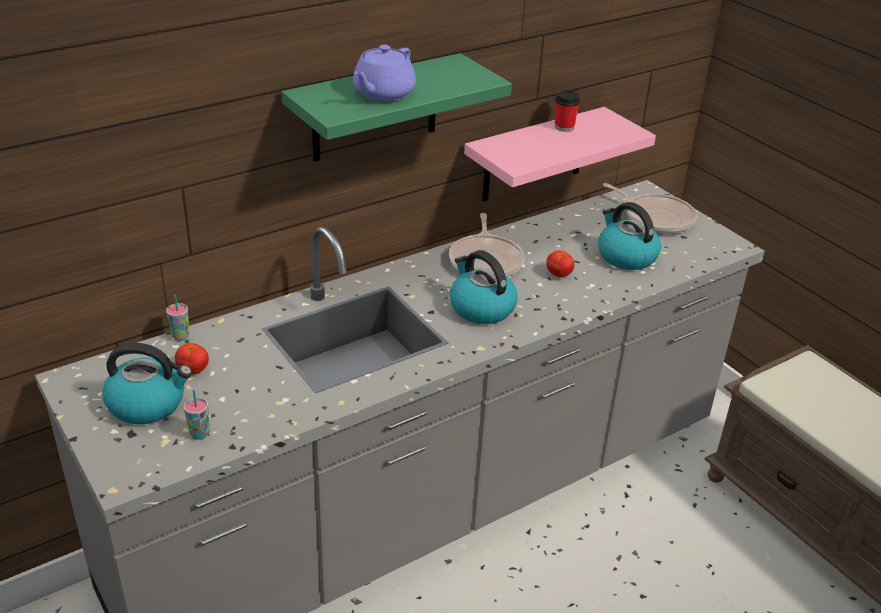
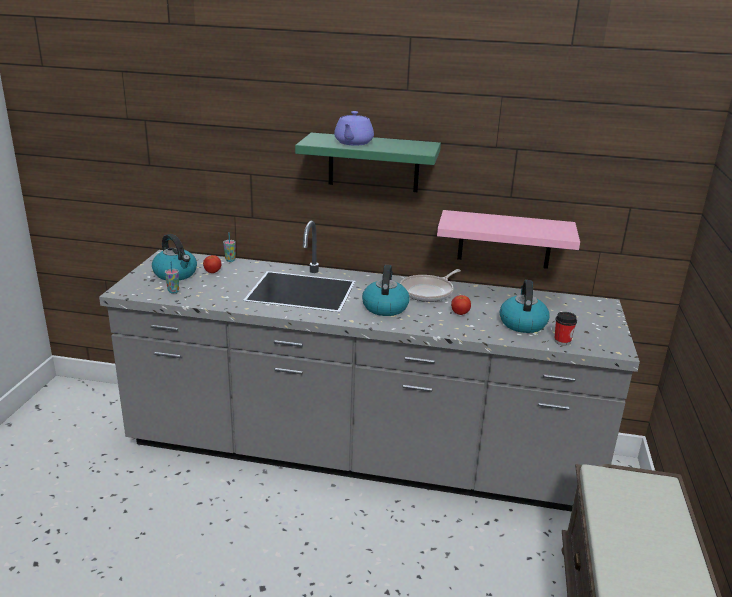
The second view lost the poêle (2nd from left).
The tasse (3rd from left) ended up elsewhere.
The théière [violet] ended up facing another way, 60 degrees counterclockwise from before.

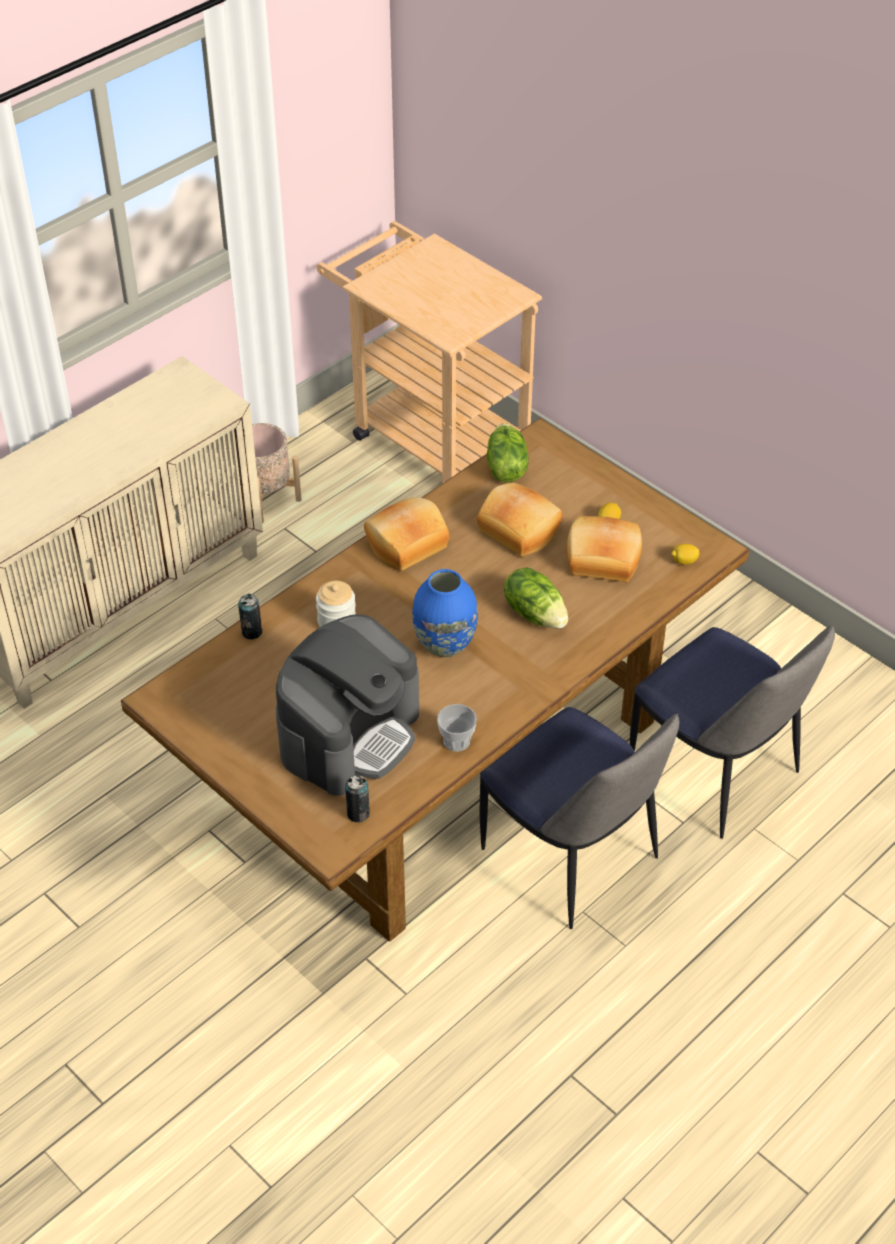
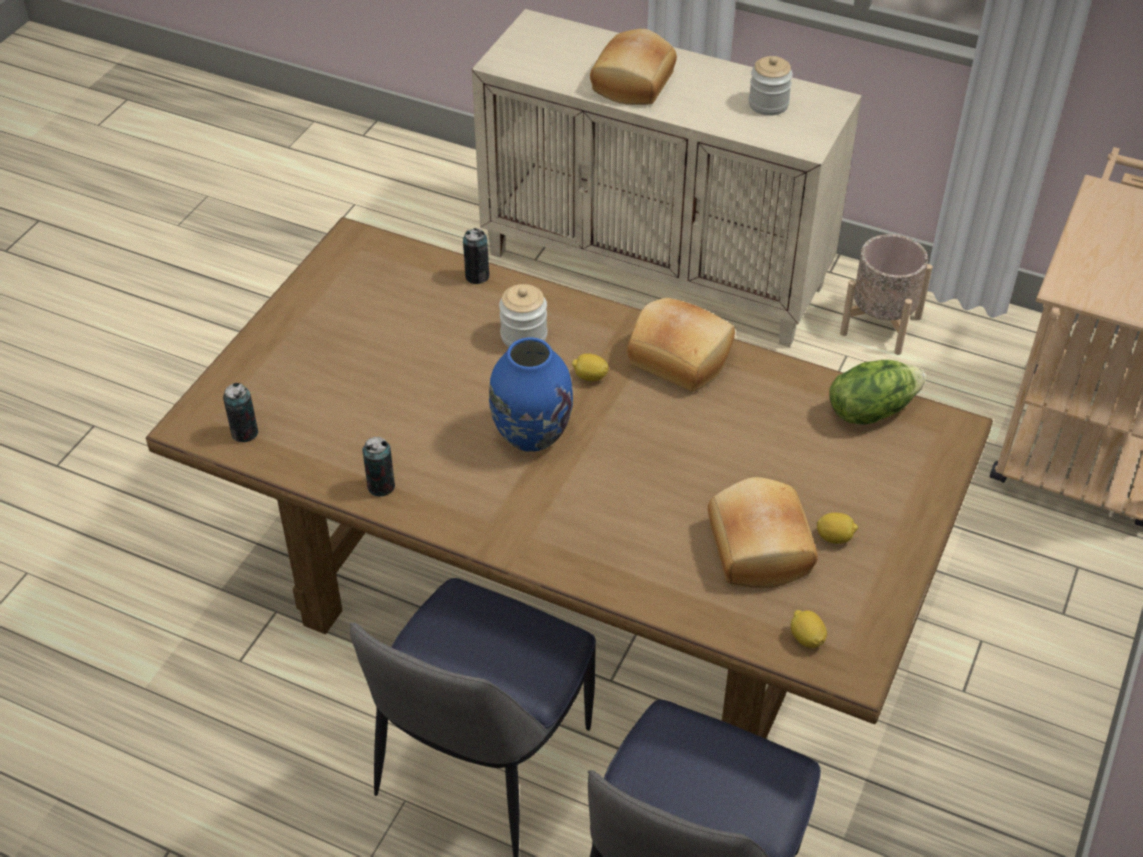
The second view lost the machine à café.
The second view lost the laitue (2nd from left).
The second view gained the citron (1st from left).
The second view gained the bocal (2nd from left).
The pain (2nd from left in the first image) ended up elsewhere.
Where the tasse stood, the boîte métallique (2nd from left) came to stand.

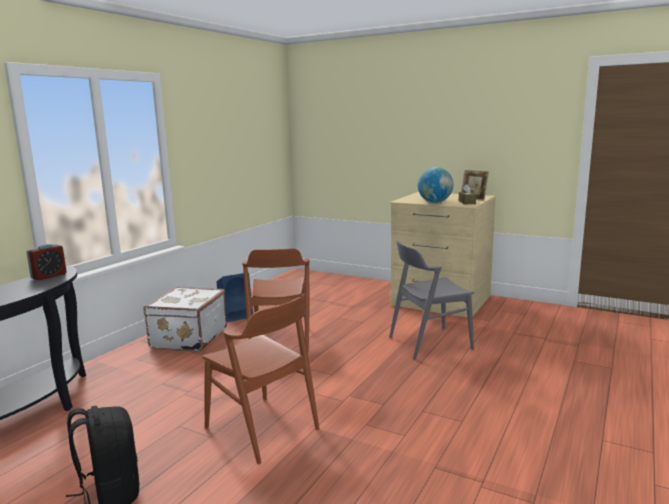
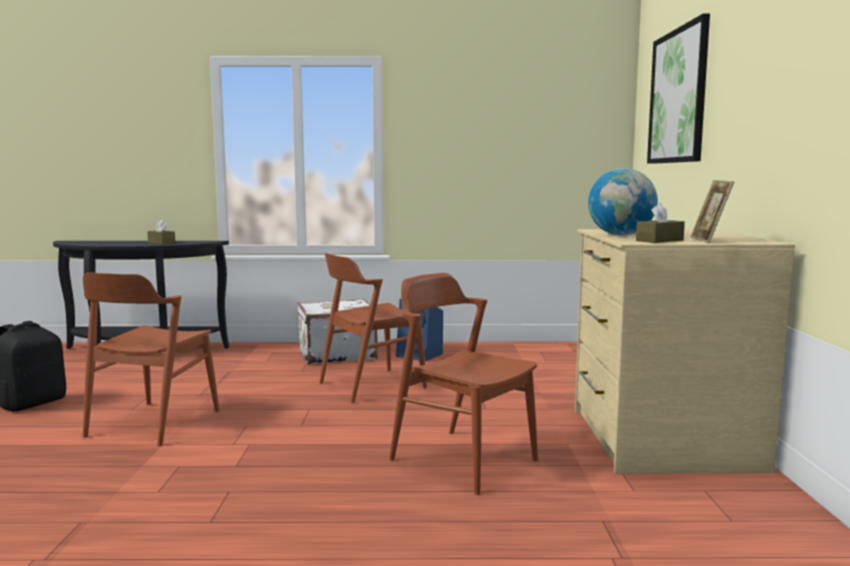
The second view lost the réveil.
The second view gained the boîte à mouchoirs [marron] (1st from left).
The second view gained the tableau.
What was the chaise [gris] turned into the chaise [marron] (3rd from left).

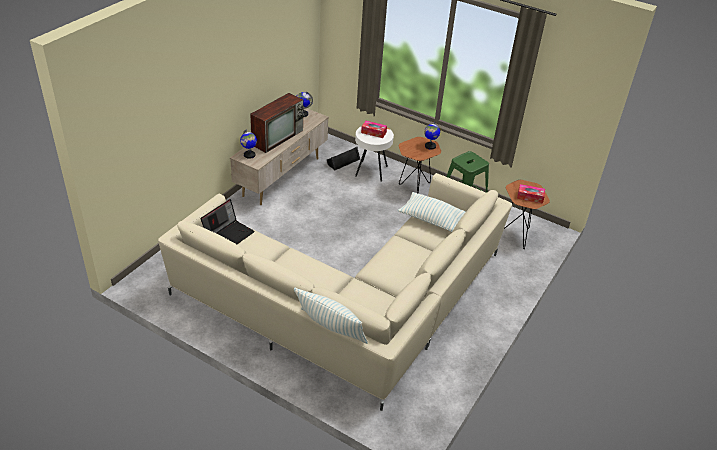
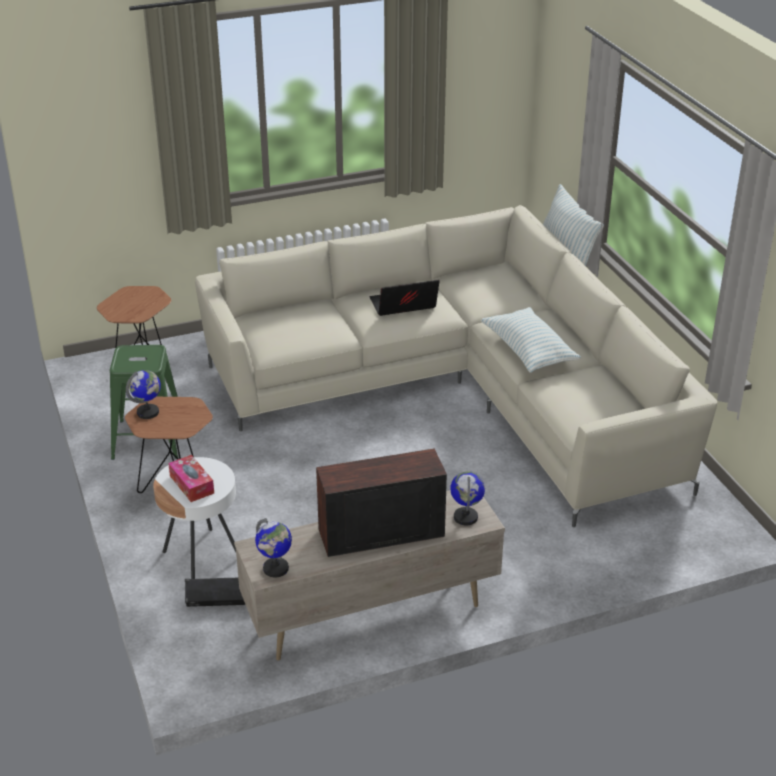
The second view lost the boîte à mouchoirs (2nd from left).
The ordinateur portable ended up elsewhere.
The coussin (2nd from left in the first image) ended up elsewhere.

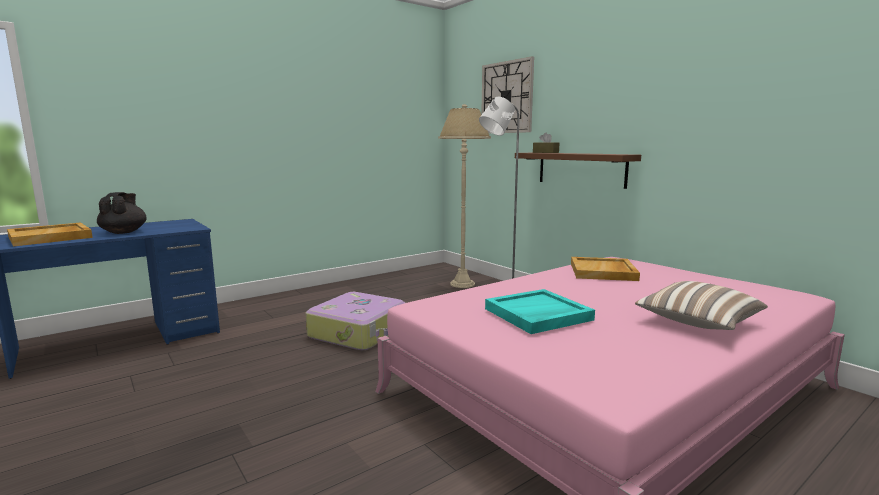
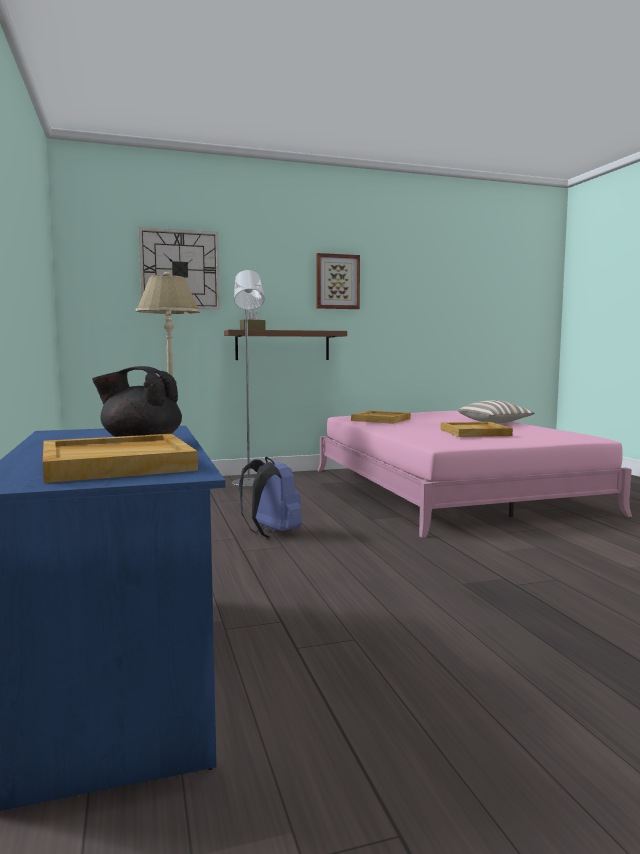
The second view gained the tableau.
Where the valise stood, the sac à dos [bleu] came to stand.
What was the plateau [turquoise] turned into the plateau [beige] (3rd from left).

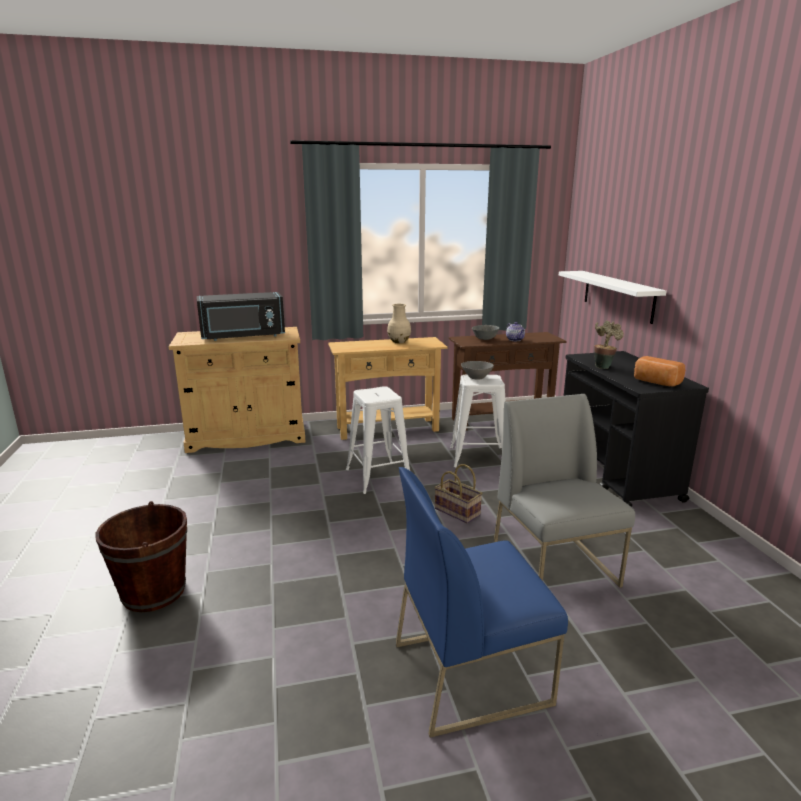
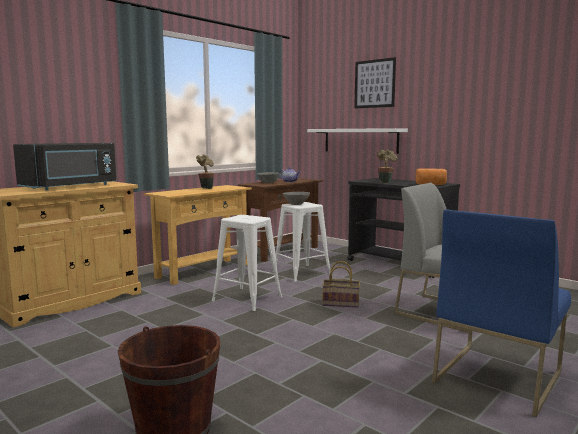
The second view gained the tableau.
Where the vase [beige] stood, the plante en pot (1st from left) came to stand.

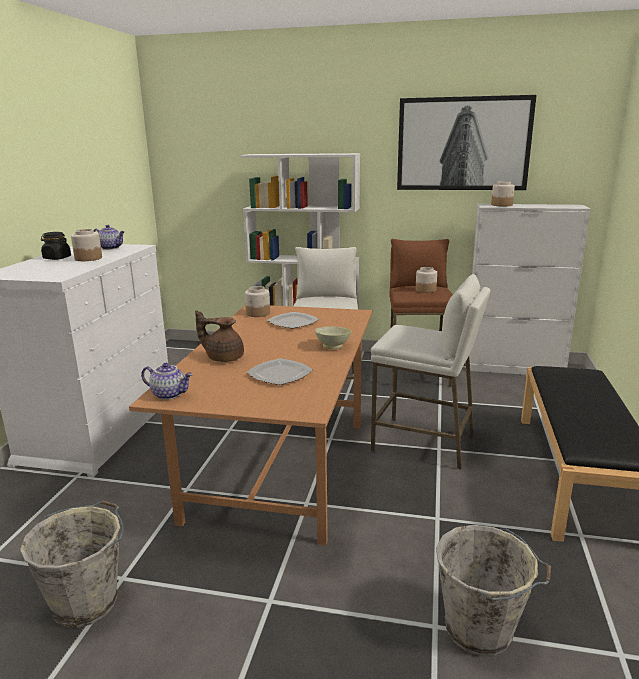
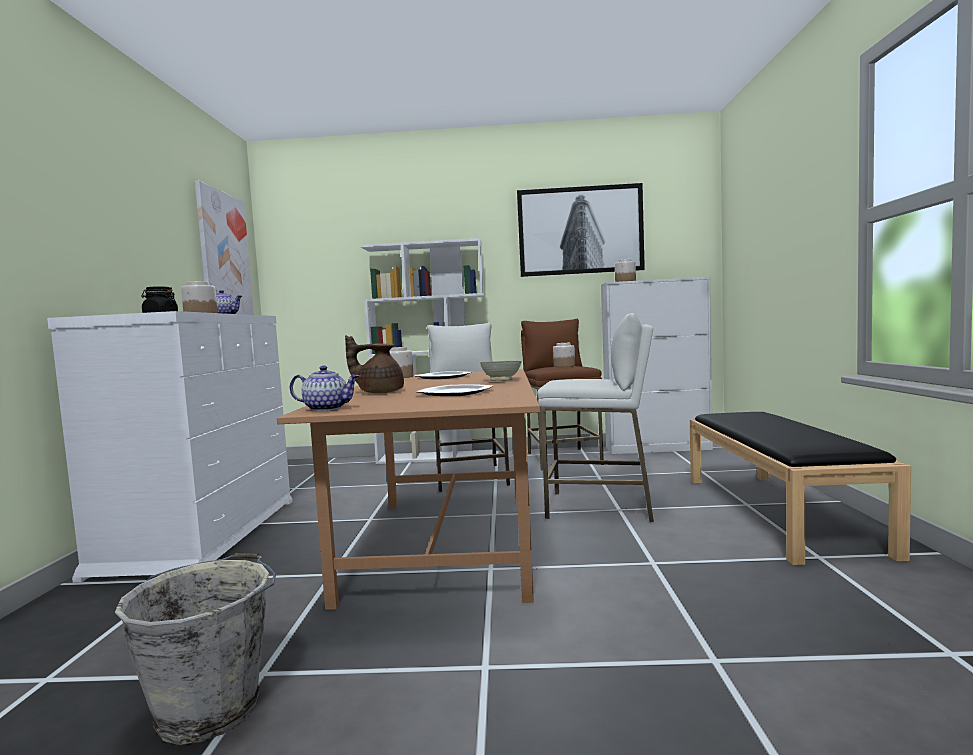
The second view lost the seau [gris] (2nd from left).
The second view gained the tableau (1st from left).

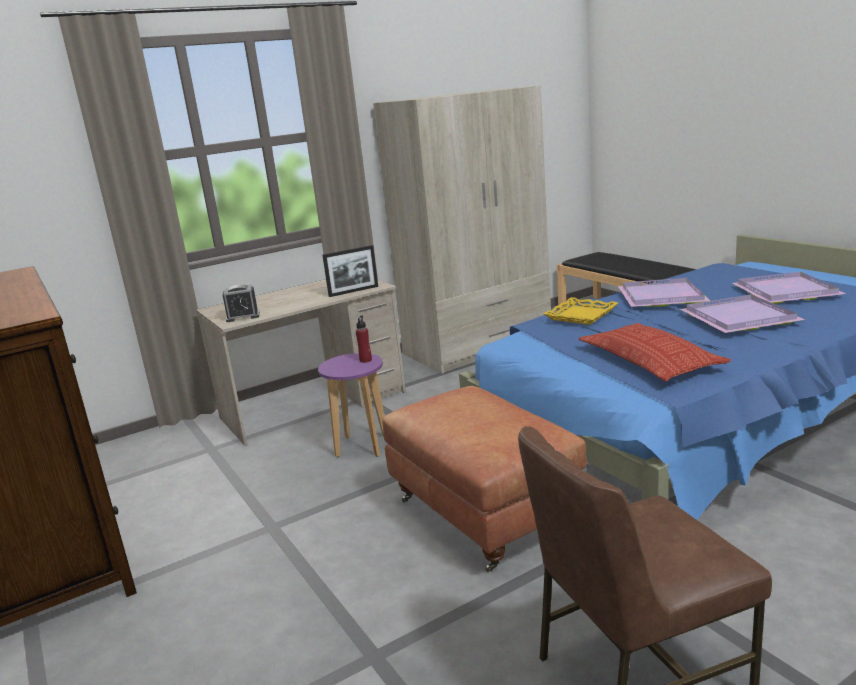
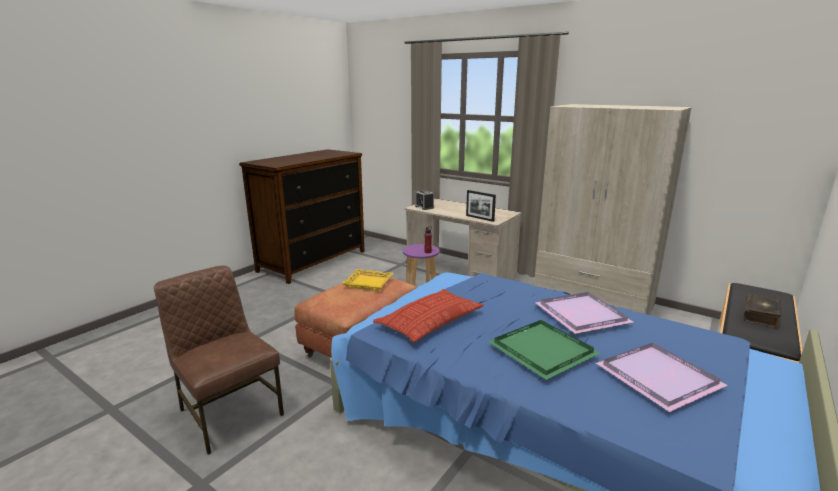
The second view gained the livre.
The plateau [jaune] ended up elsewhere.
What was the plateau [violet] (2nd from left) turned into the plateau [vert].

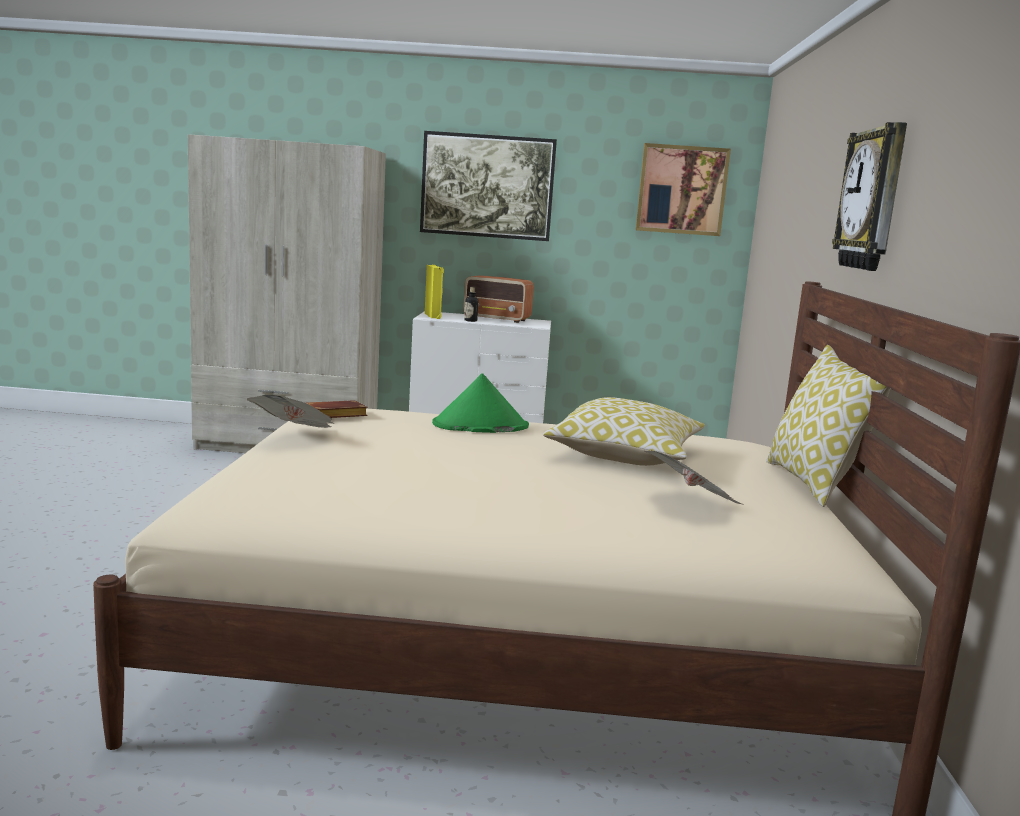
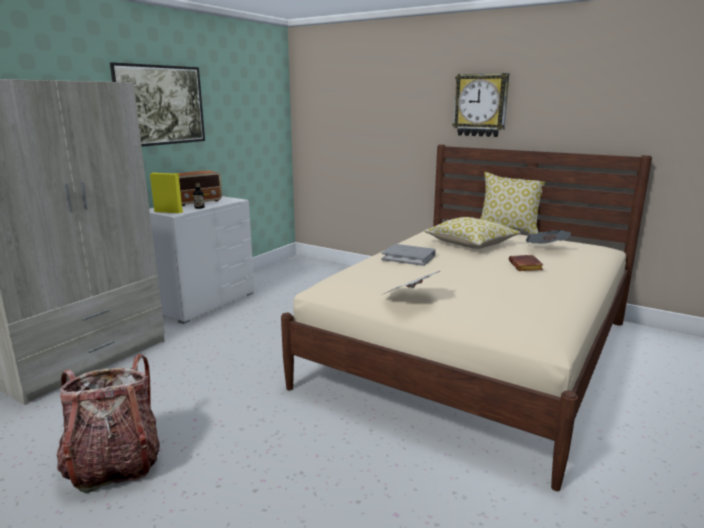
The second view lost the tableau (2nd from left).
The second view gained the sac à dos.
The livre [marron] ended up elsewhere.
Where the chapeau [vert] stood, the livre [gris] came to stand.

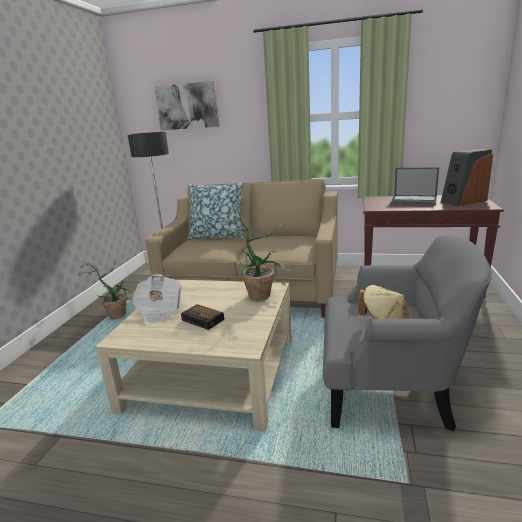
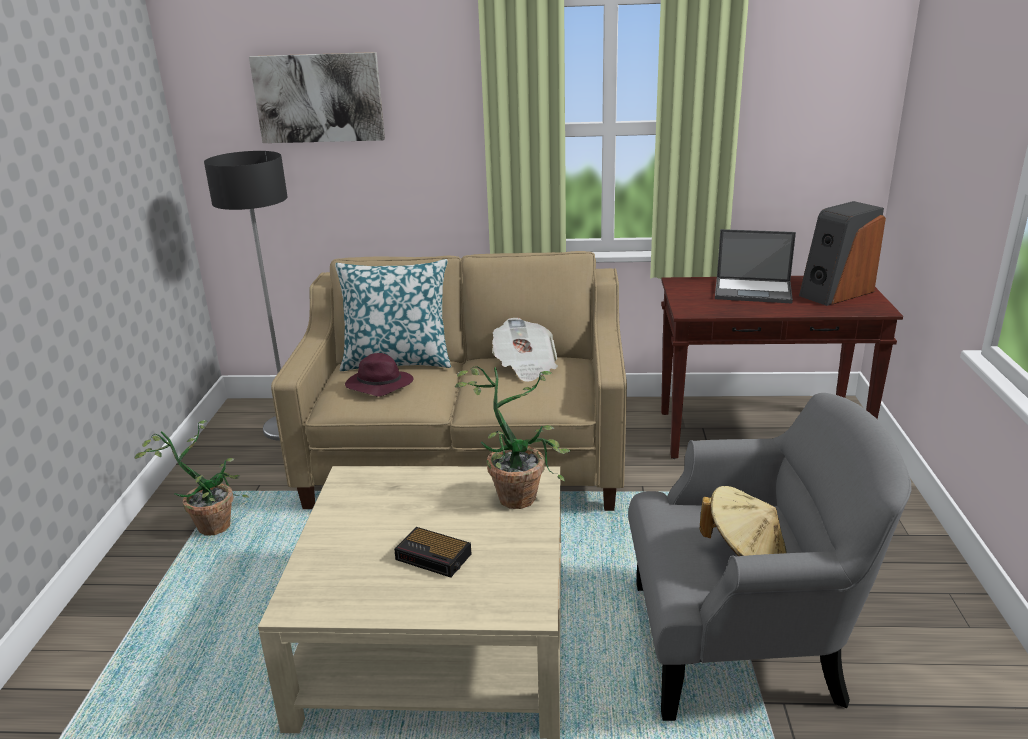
The second view gained the chapeau [violet].
The journal ended up elsewhere.

